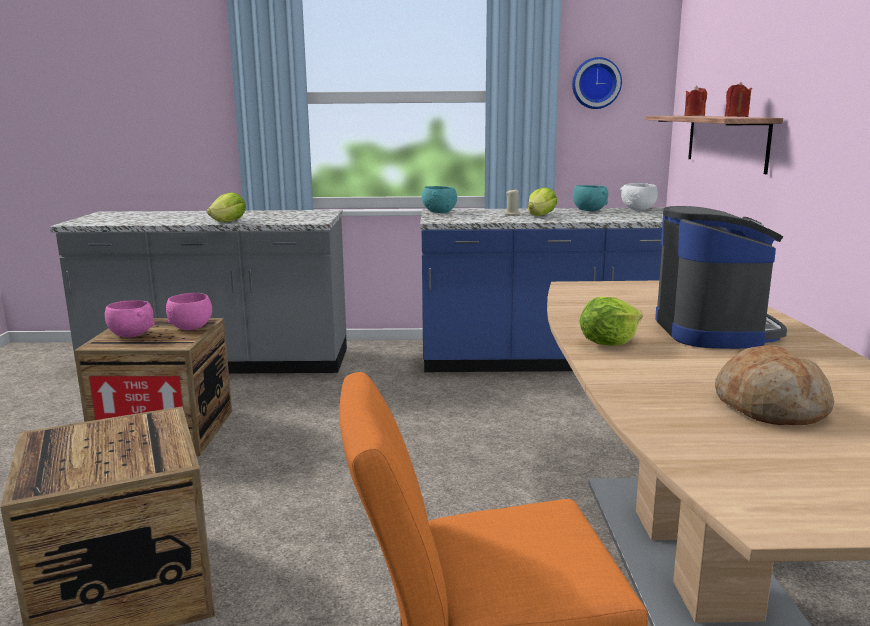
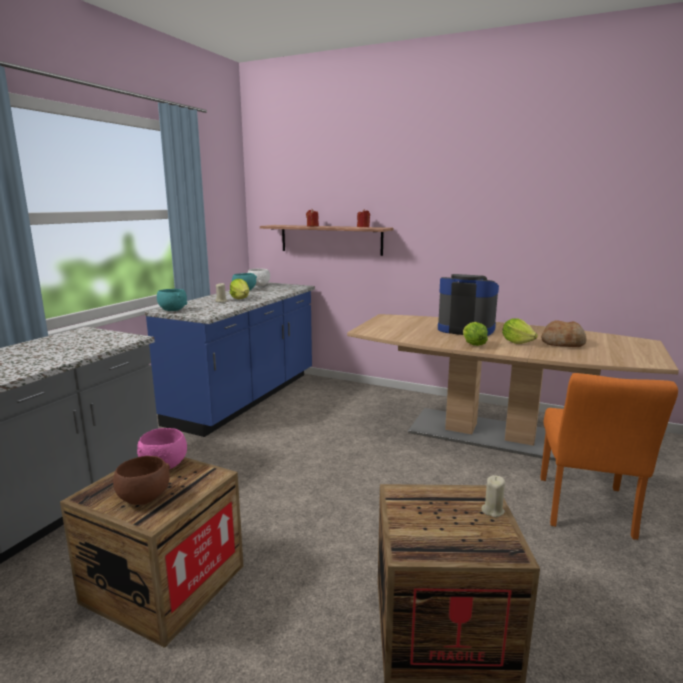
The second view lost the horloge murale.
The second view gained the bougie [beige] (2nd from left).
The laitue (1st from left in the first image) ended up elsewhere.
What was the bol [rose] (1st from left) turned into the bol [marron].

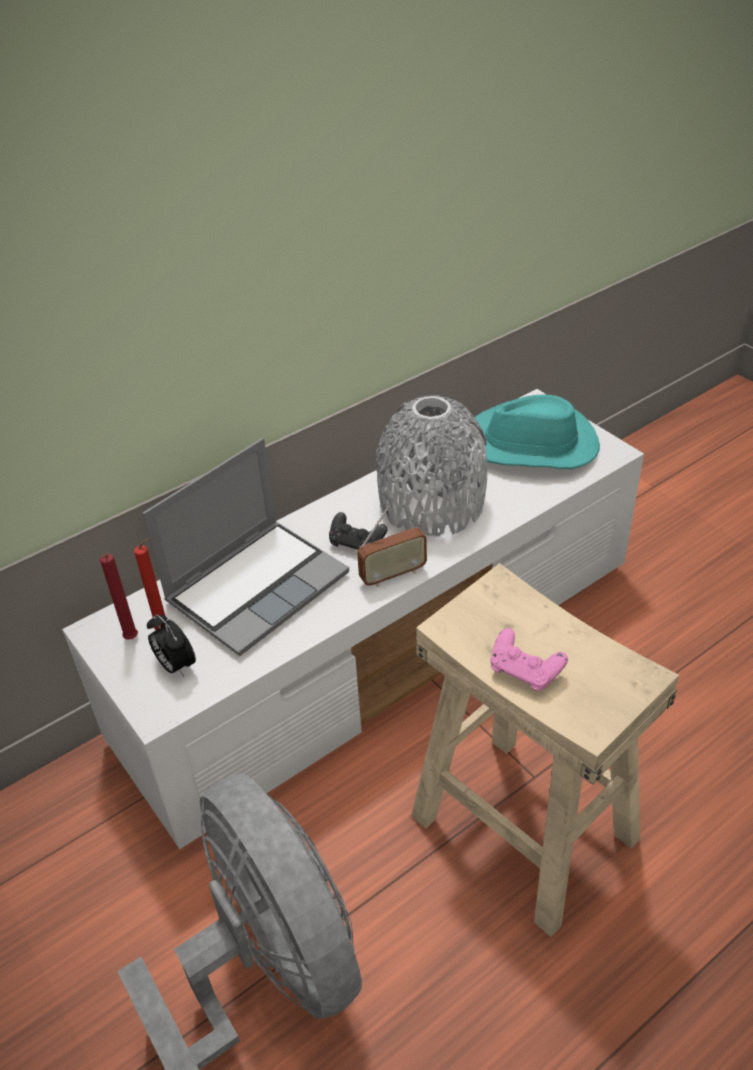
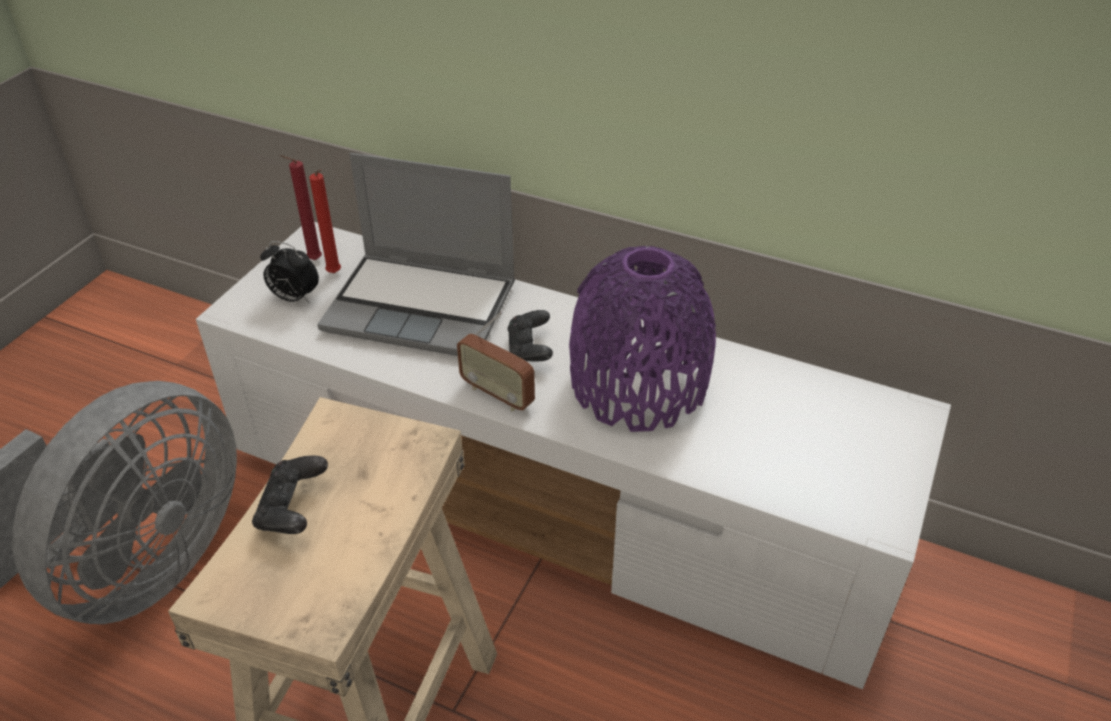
The second view lost the chapeau [turquoise].
What was the vase [gris] turned into the vase [violet].
What was the manette [rose] turned into the manette [noir] (1st from left).
The réveil ended up facing another way, 90 degrees counterclockwise from before.

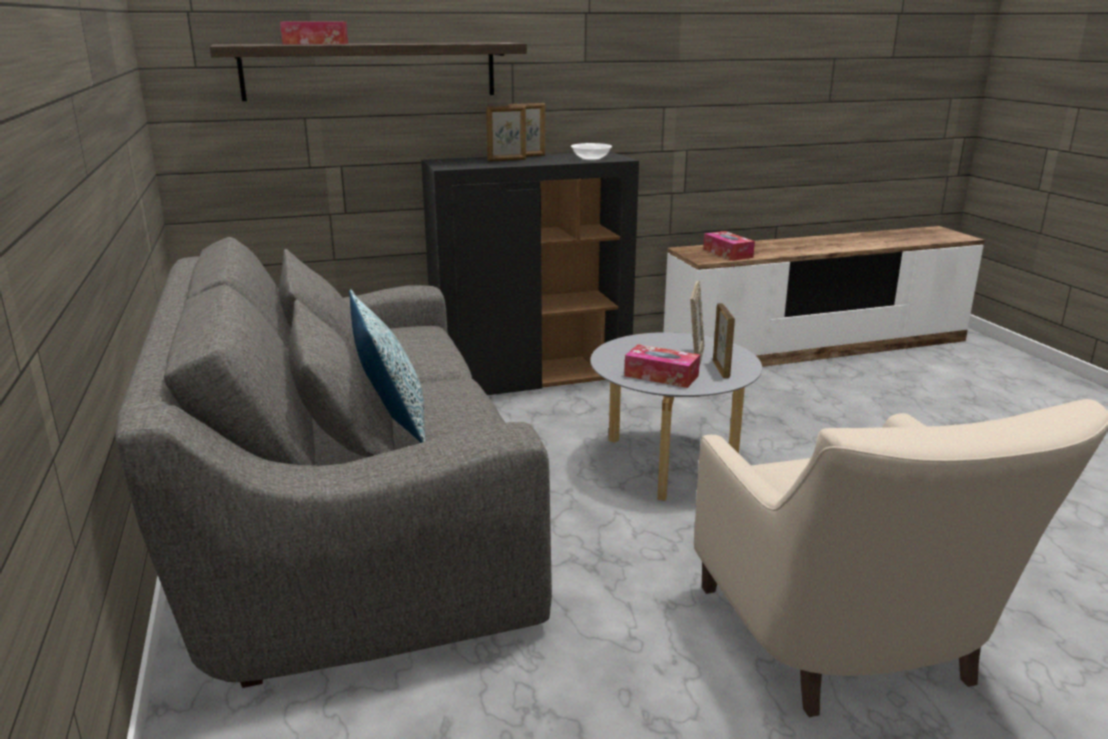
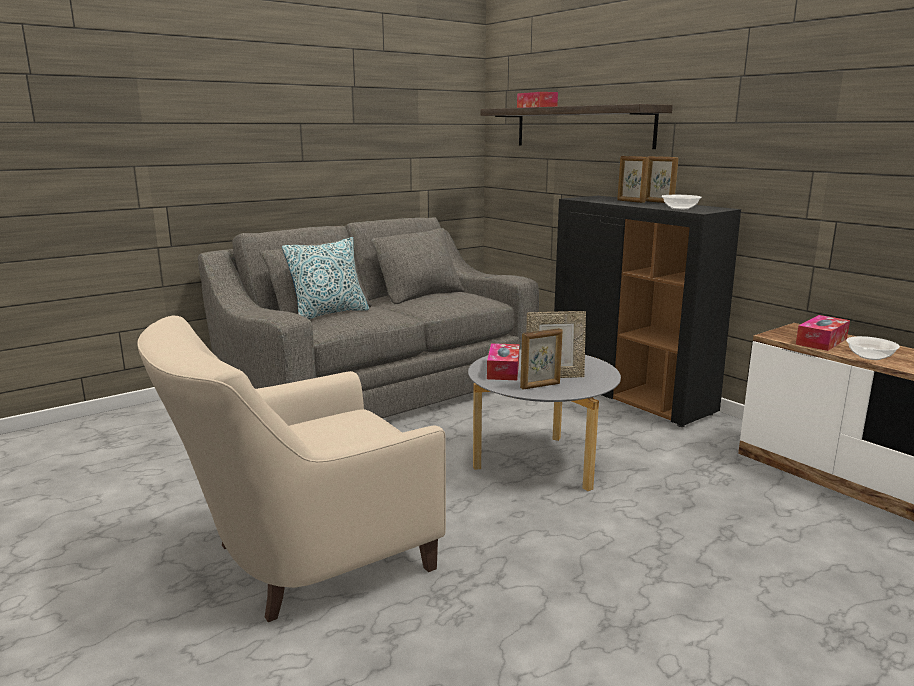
The second view gained the bol (2nd from left).

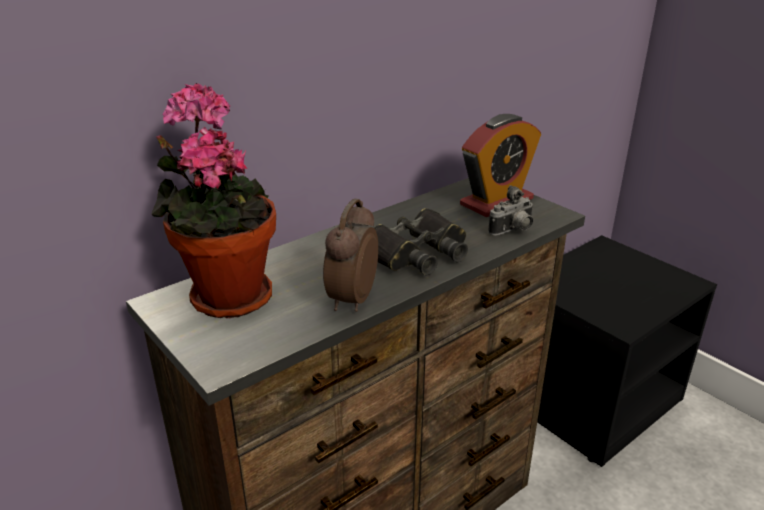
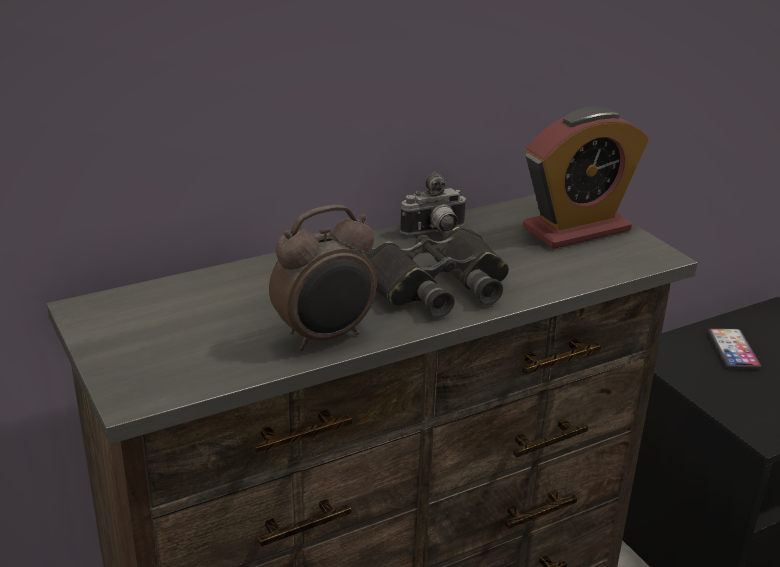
The second view lost the plante en pot.
The second view gained the téléphone.
The appareil photo ended up elsewhere.
The réveil (1st from left) ended up facing another way, 150 degrees counterclockwise from before.

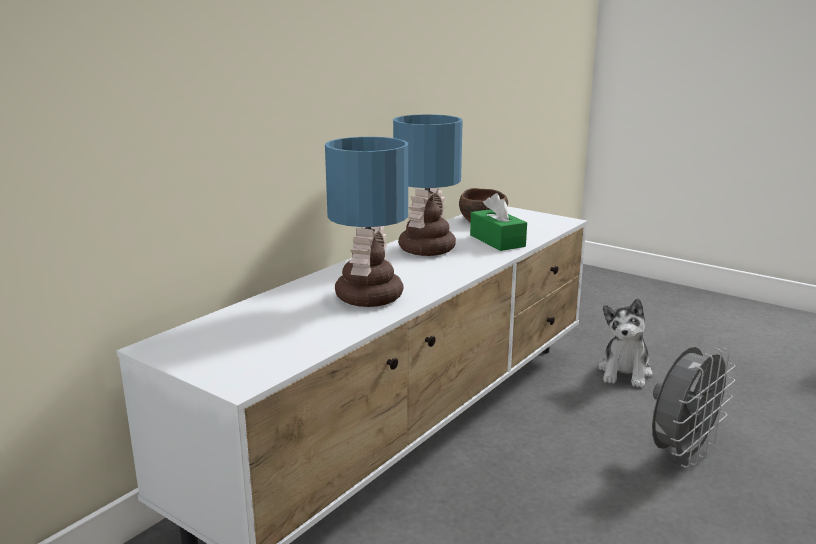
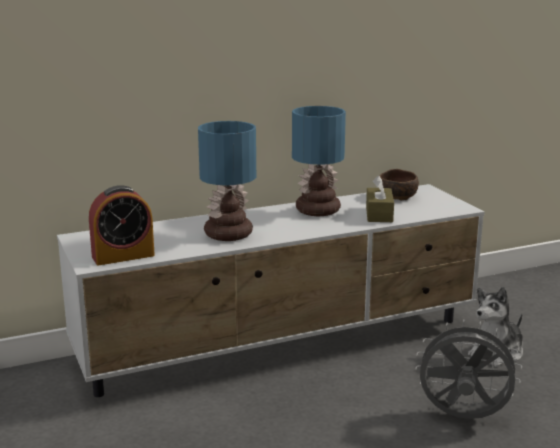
The second view gained the réveil.
What was the boîte à mouchoirs [vert] turned into the boîte à mouchoirs [marron].
The ventilateur [gris] ended up facing another way, 150 degrees counterclockwise from before.

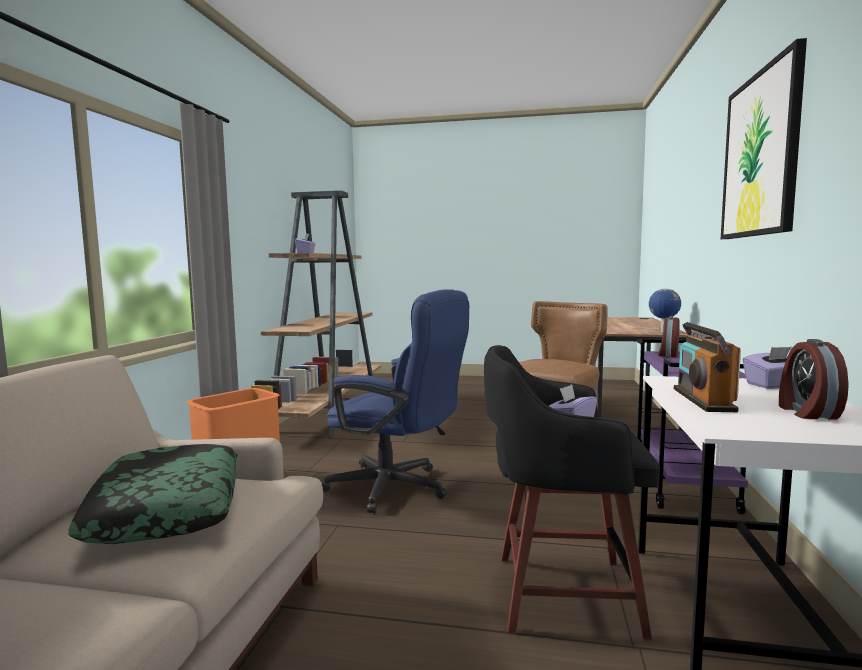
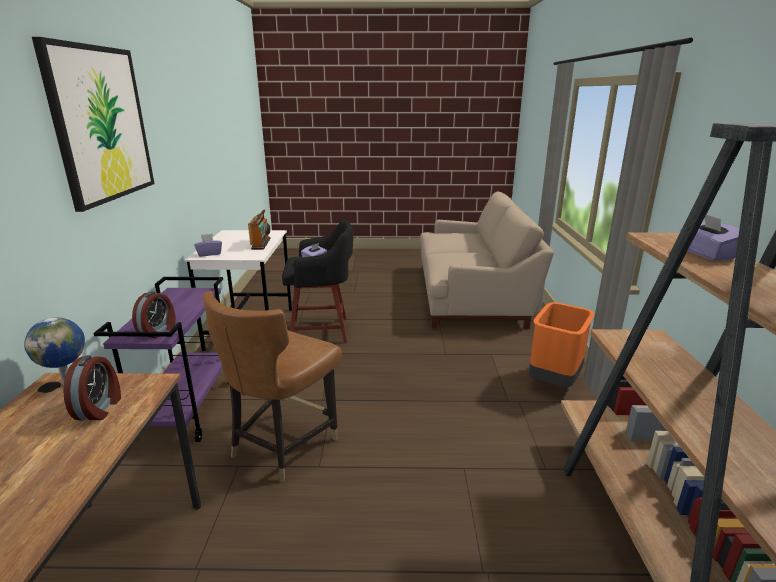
The second view lost the coussin.
The second view lost the chaise de bureau [bleu].
The réveil (2nd from left in the first image) ended up elsewhere.

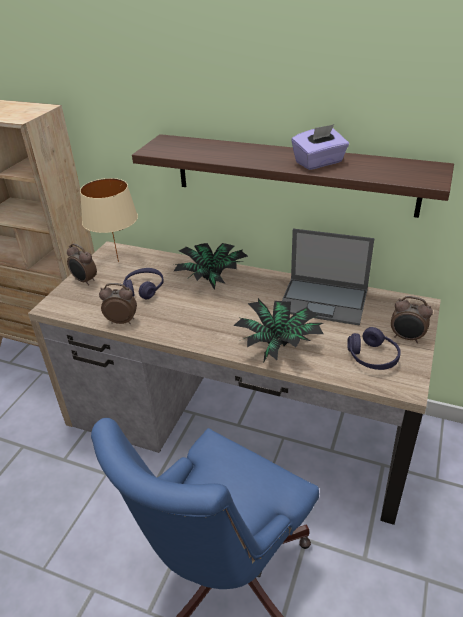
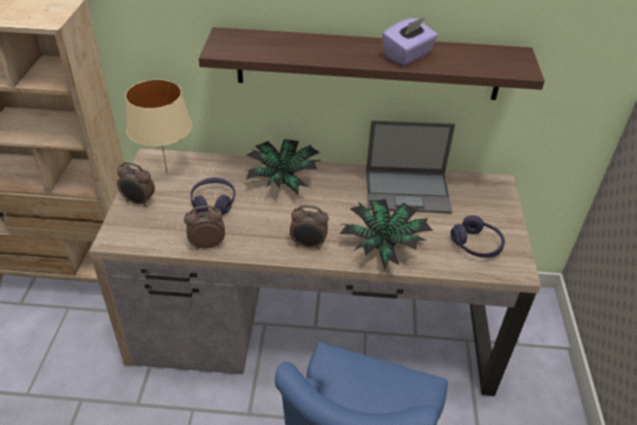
The réveil (3rd from left) ended up elsewhere.

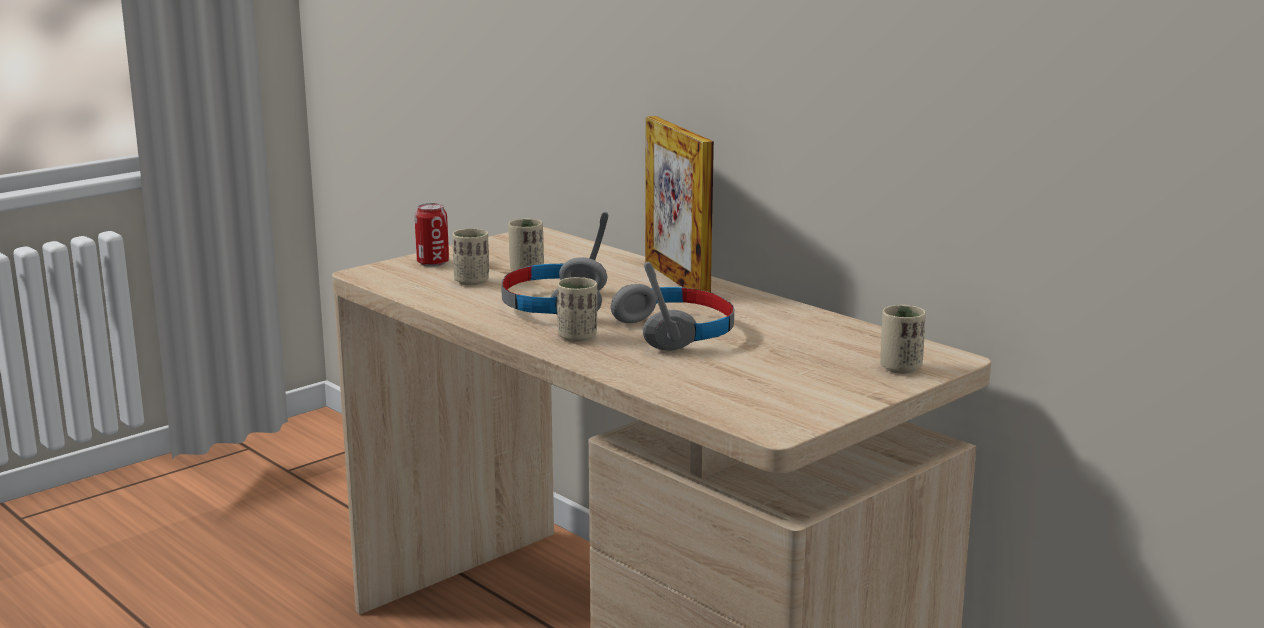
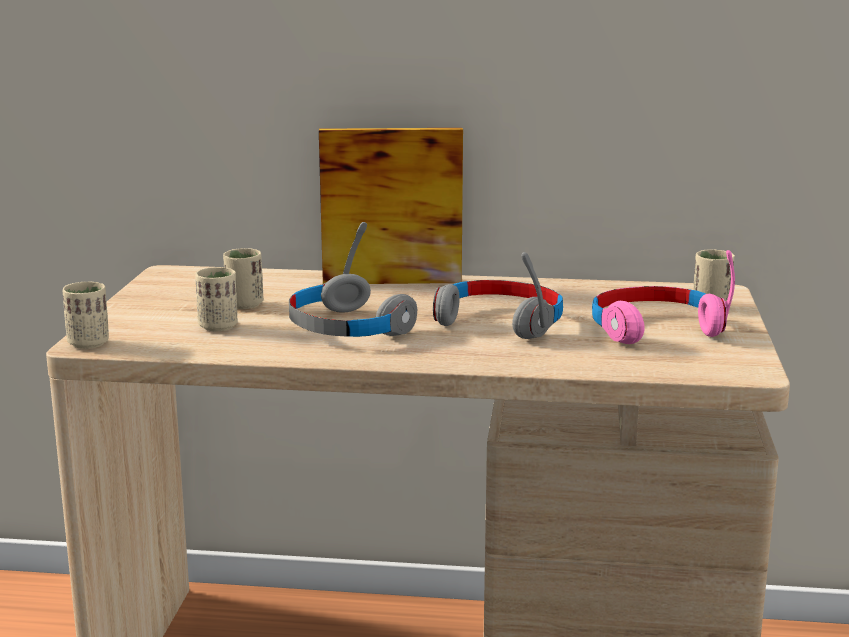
The second view lost the boîte métallique.
The second view gained the casque audio [rose].
The tasse [beige] (3rd from left in the first image) ended up elsewhere.
The cadre photo ended up facing another way, 150 degrees clockwise from before.

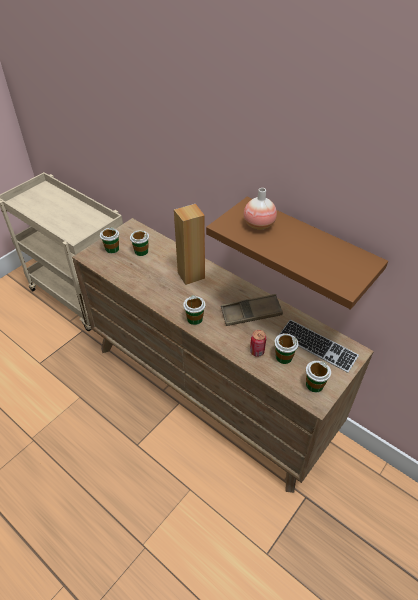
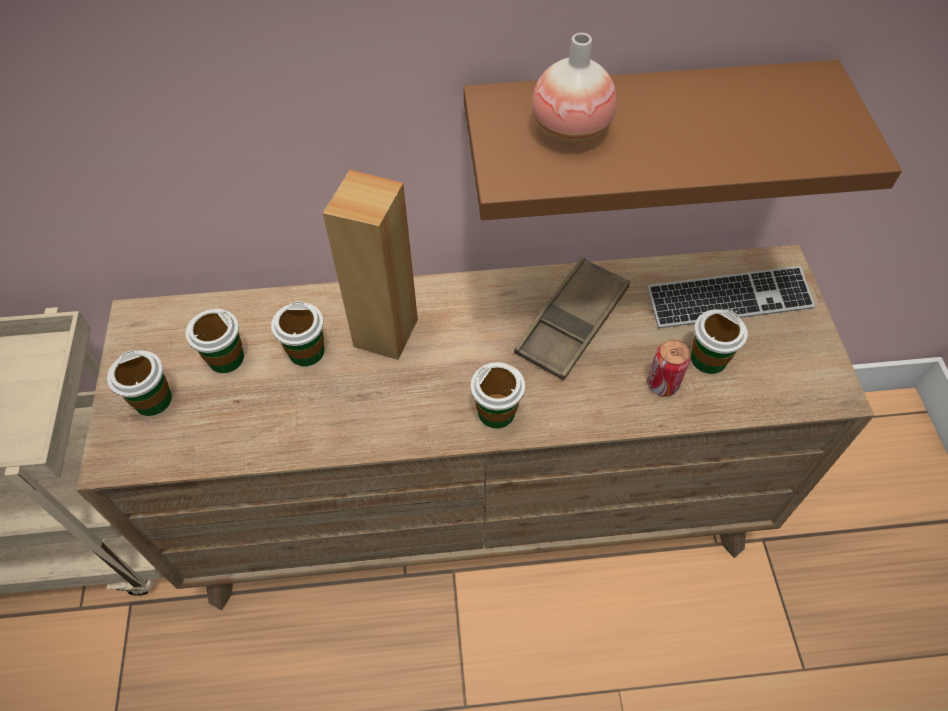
The tasse (5th from left in the first image) ended up elsewhere.

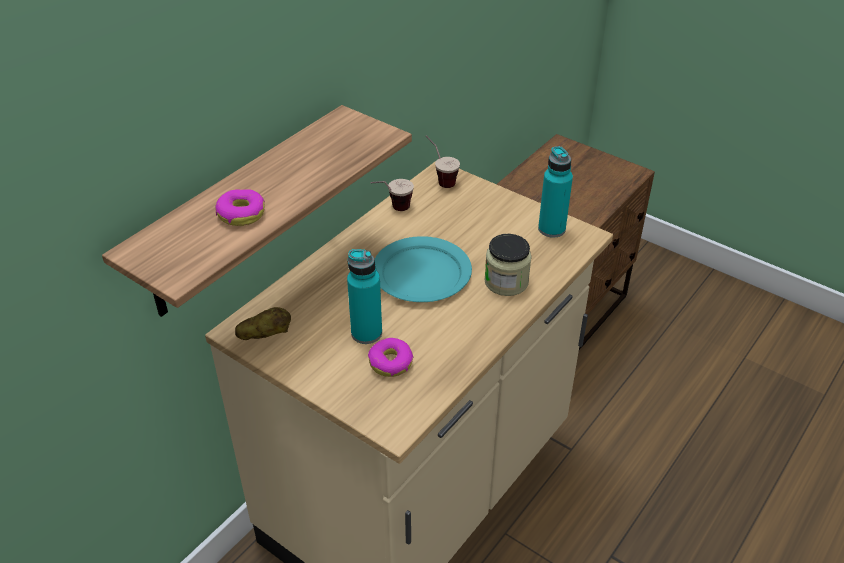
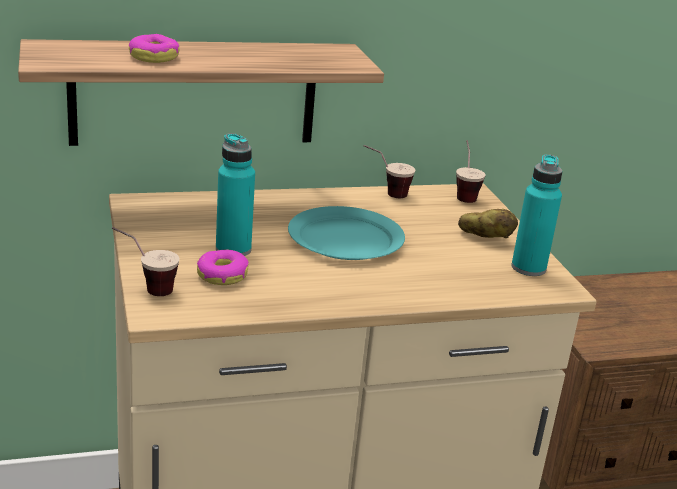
The second view lost the bocal.
The second view gained the tasse (1st from left).
The pomme de terre ended up elsewhere.

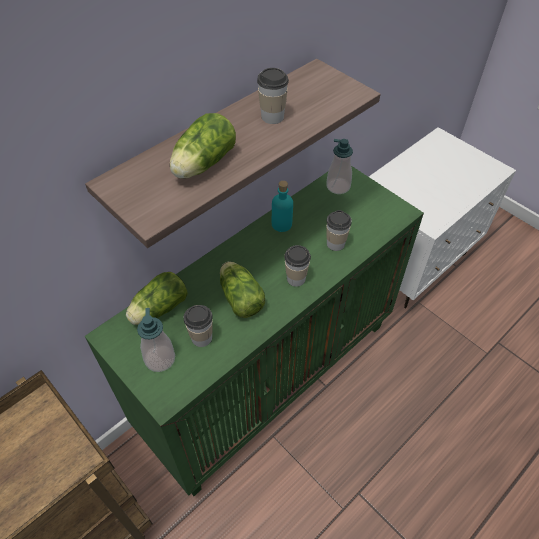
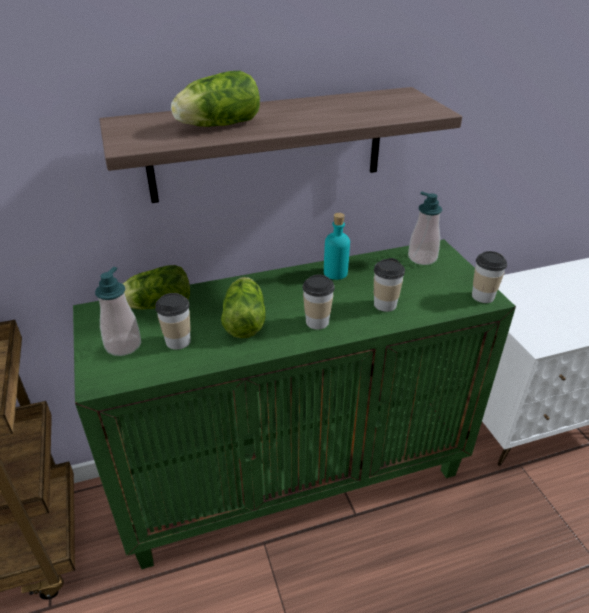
The tasse (2nd from left in the first image) ended up elsewhere.

